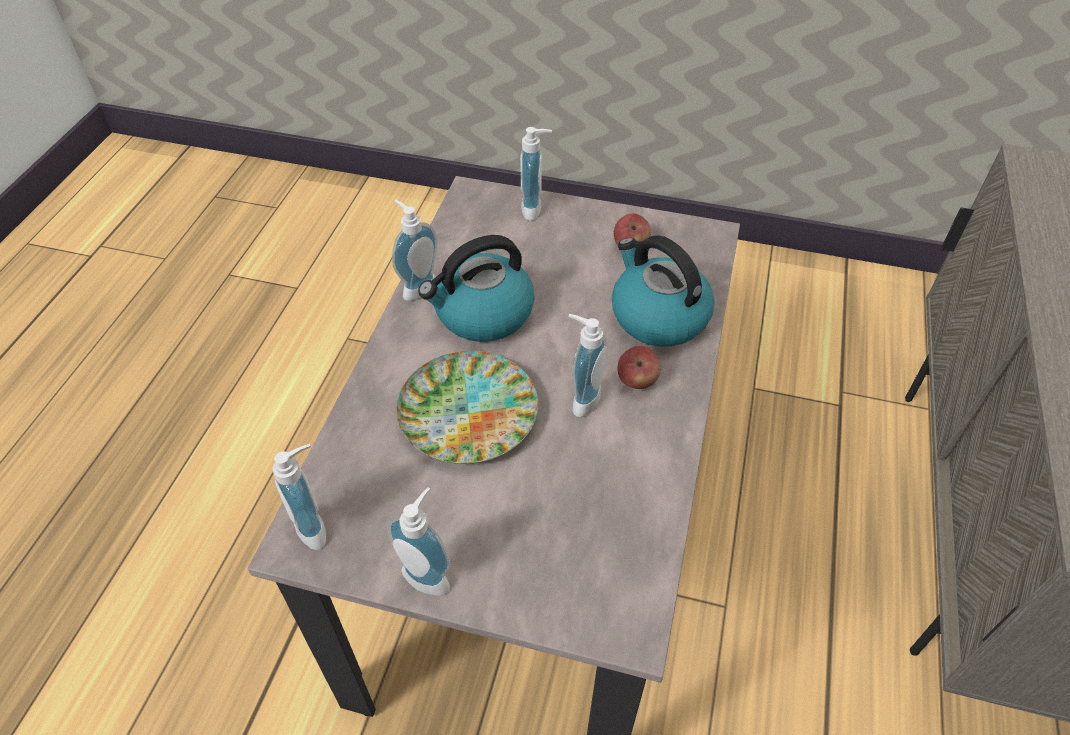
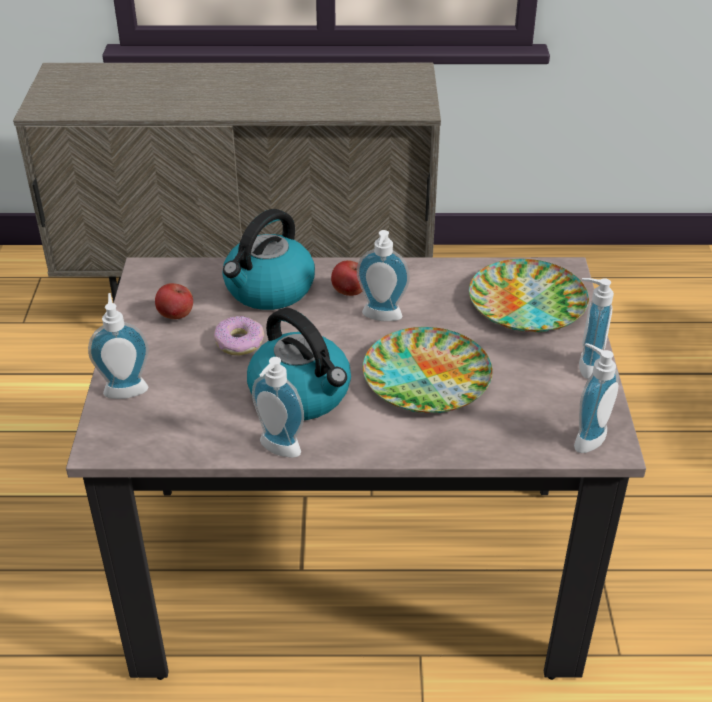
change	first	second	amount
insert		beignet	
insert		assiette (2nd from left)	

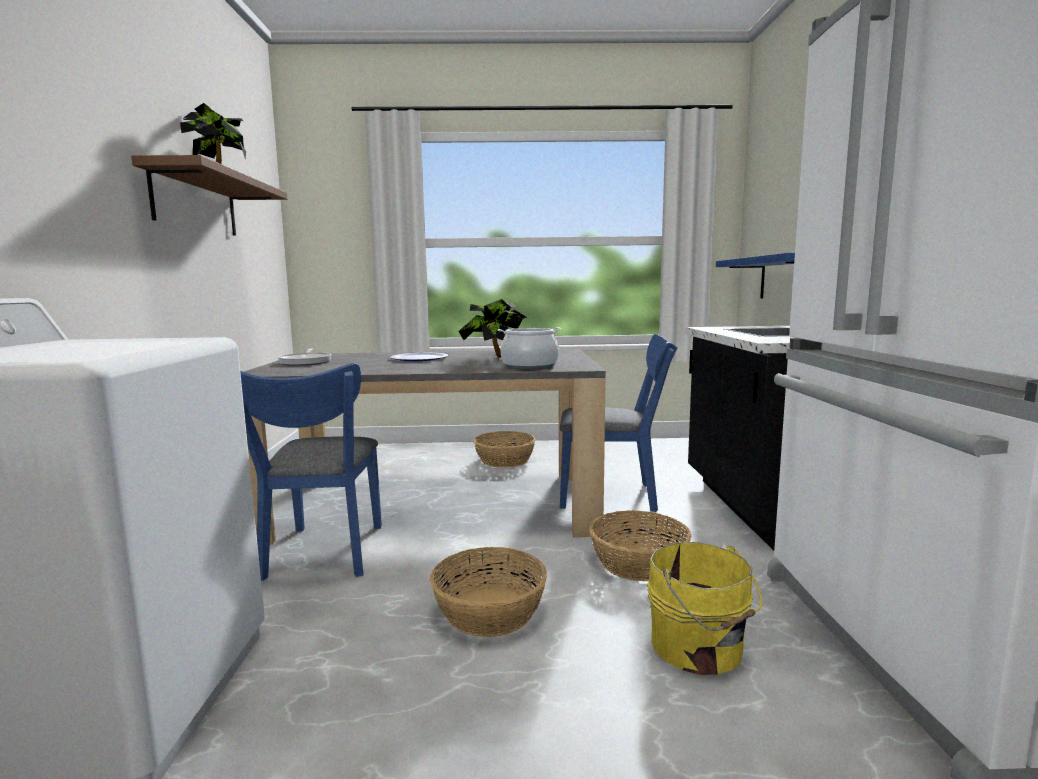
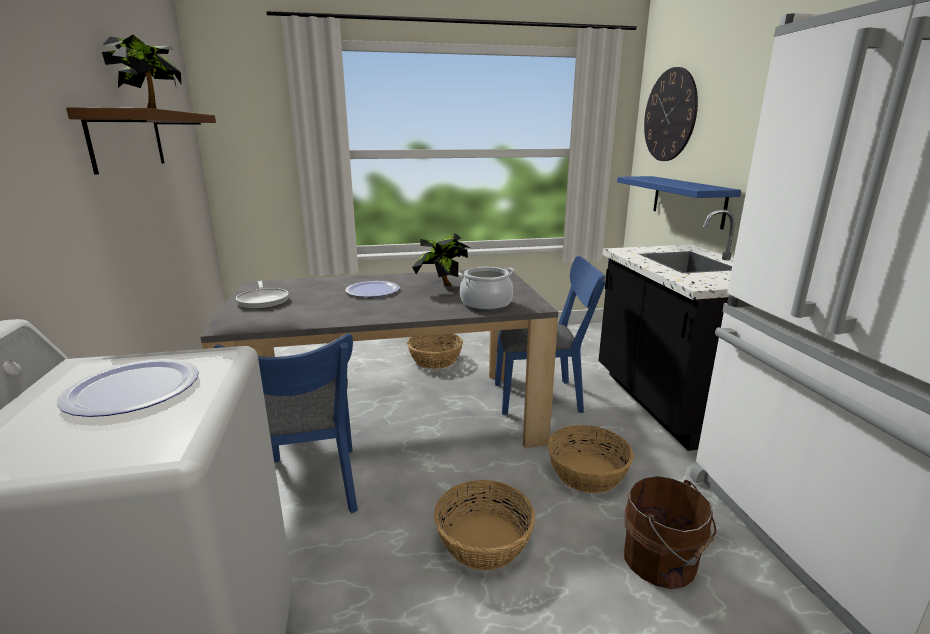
change	first	second	amount
recolor	seau (jaune)	seau (marron)	
insert		assiette (1st from left)	
insert		horloge murale	

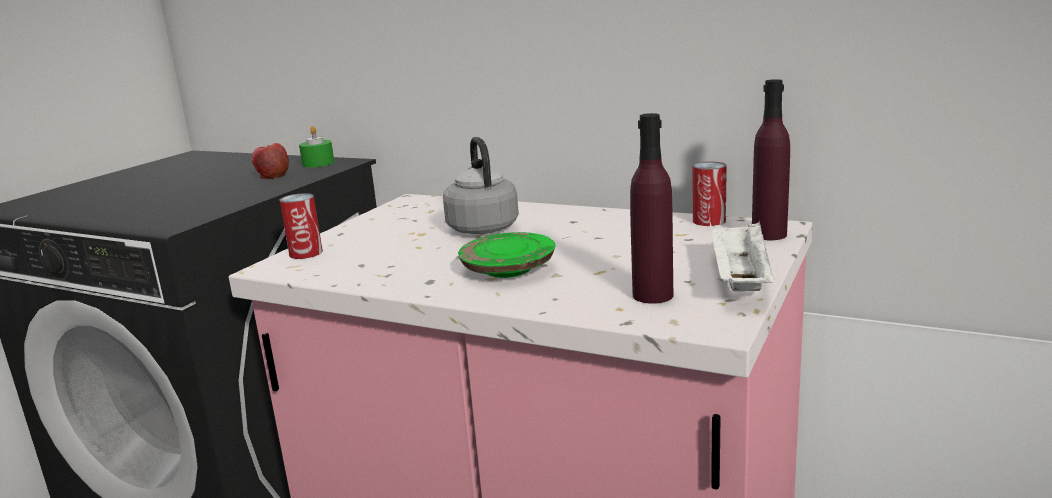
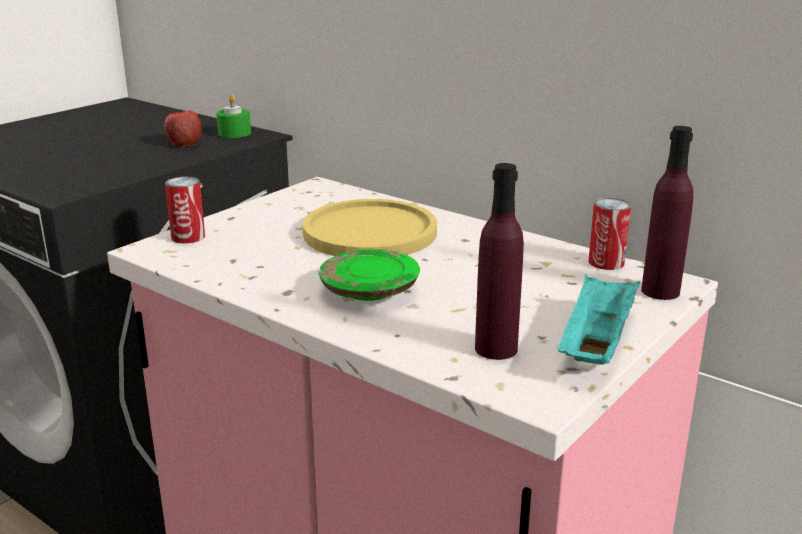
change	first	second	amount
replace	bouilloire (gris)	assiette (jaune)	
recolor	plateau (blanc)	plateau (turquoise)	

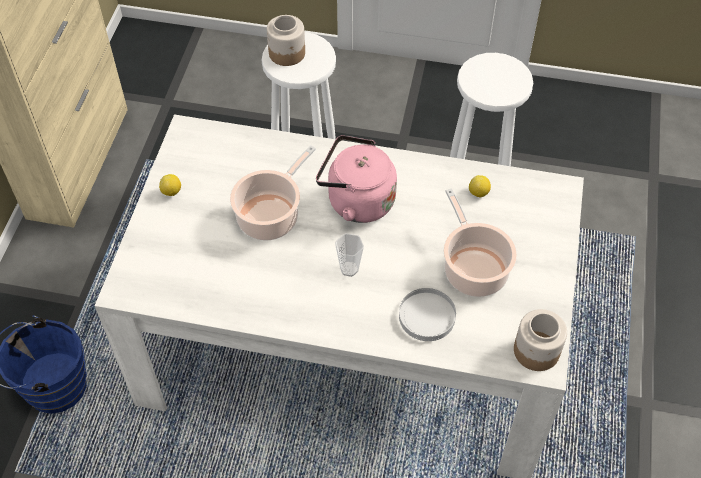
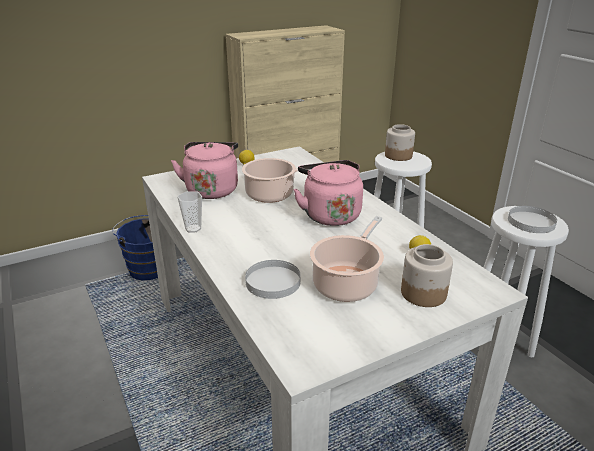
change	first	second	amount
move	tasse		
move	bocal (2nd from left)		
insert		bouilloire (rose) (1st from left)	
insert		assiette (blanc) (2nd from left)	

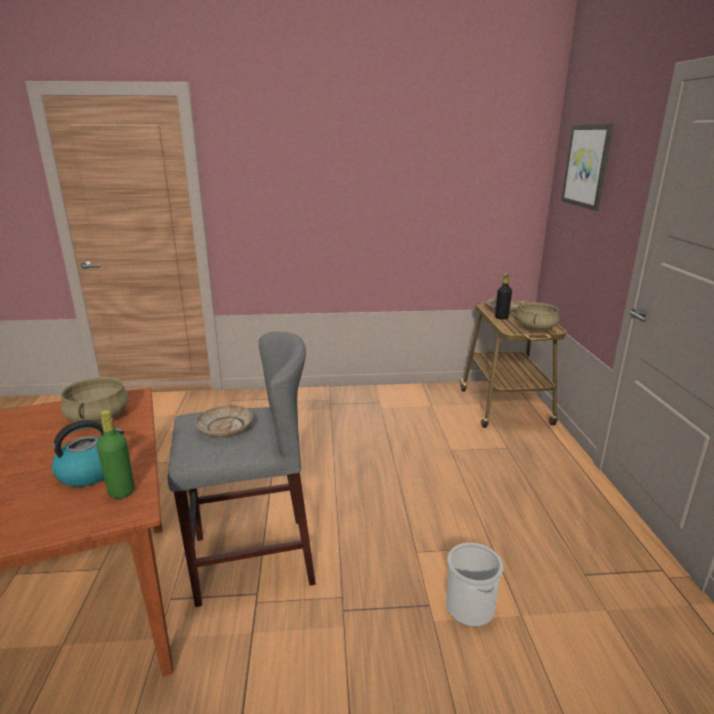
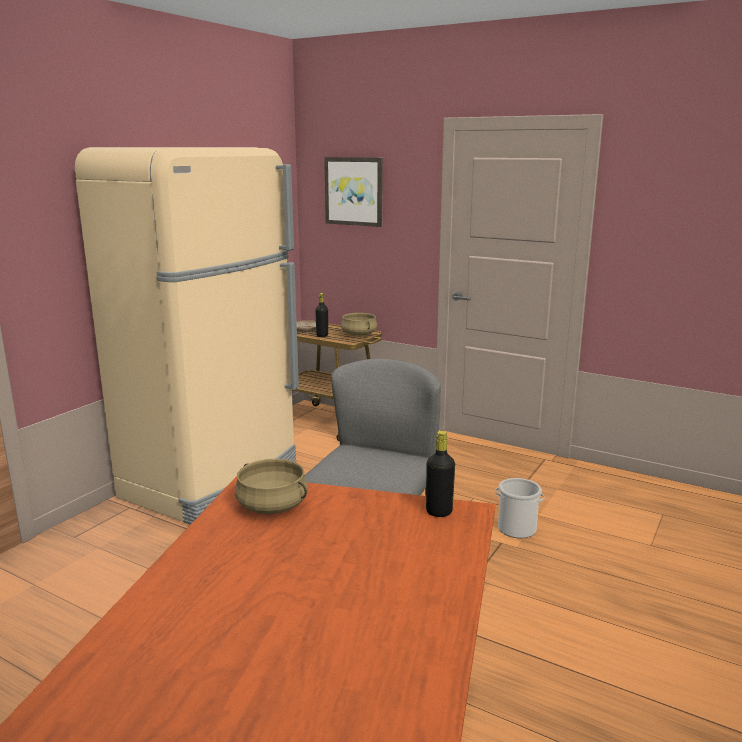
change	first	second	amount
delete	bouilloire		
recolor	bouteille (vert)	bouteille (noir) (2nd from left)	
delete	assiette (beige) (1st from left)		
insert		réfrigérateur (beige)	

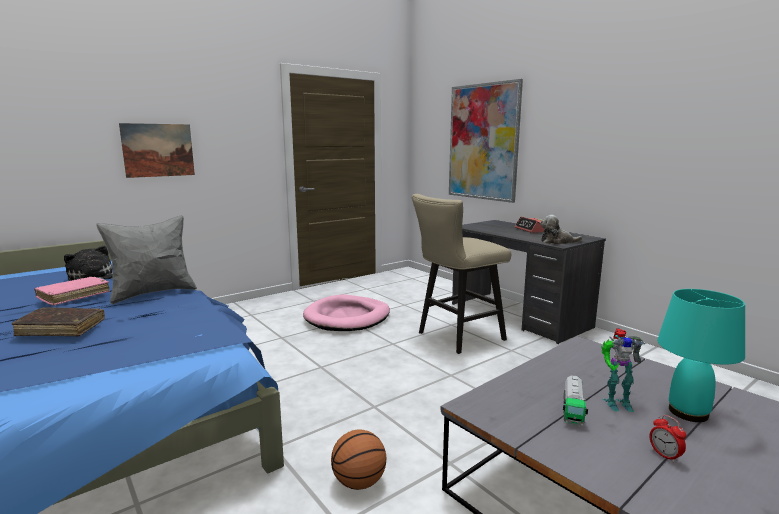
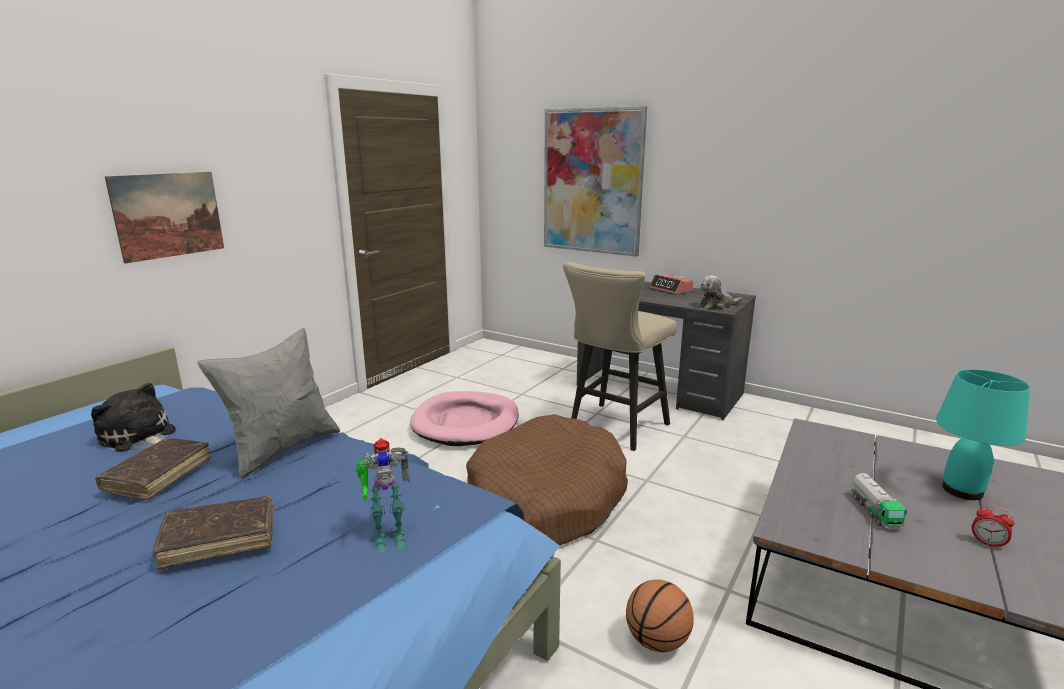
change	first	second	amount
recolor	livre (rose)	livre (marron) (1st from left)	
move	robot jouet		
insert		panier pour chien (marron)	

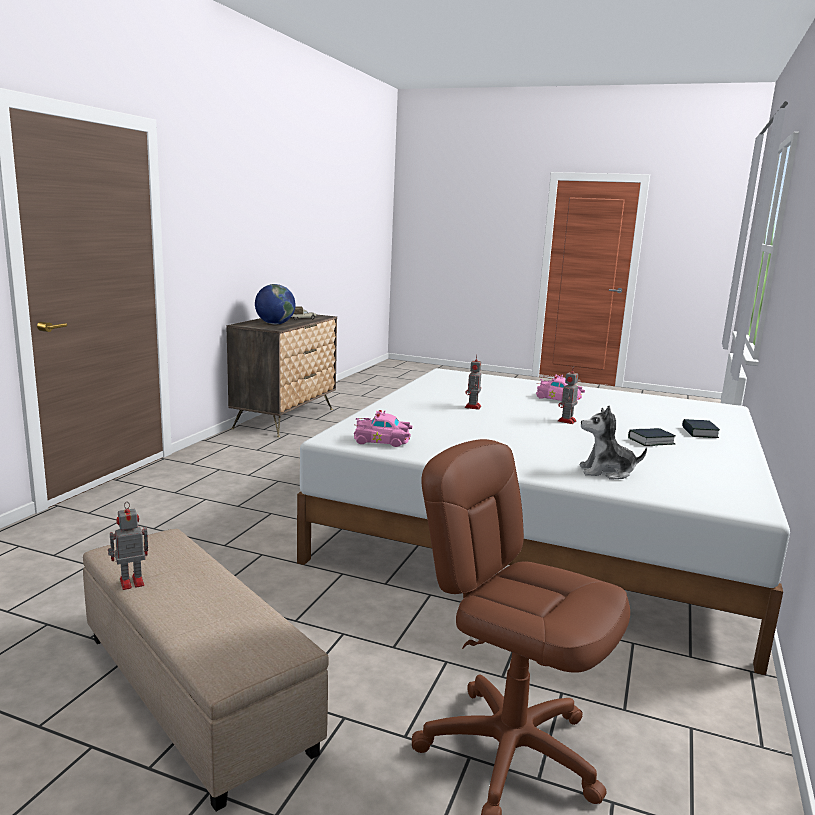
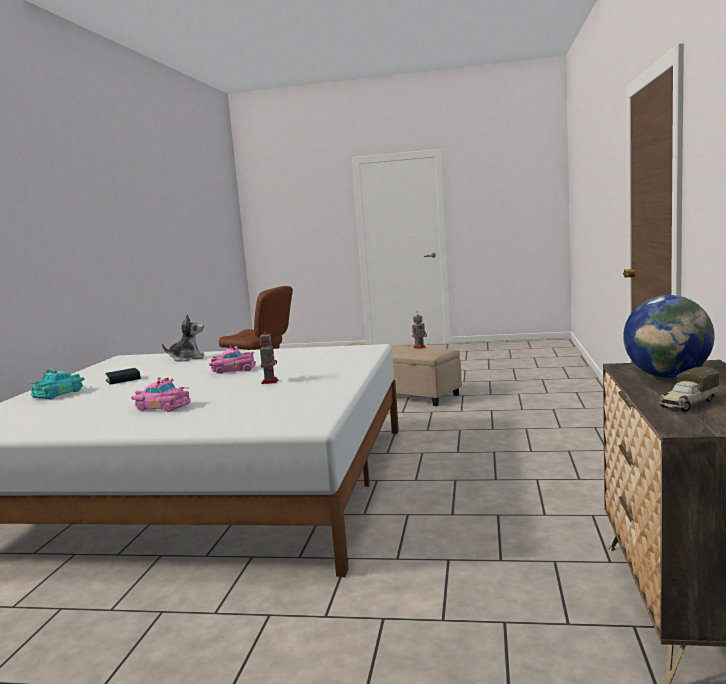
change	first	second	amount
move	petite voiture (rose) (1st from left in the first image)	petite voiture (rose) (2nd from left)	
delete	robot jouet (3rd from left)		
replace	livre (2nd from left)	petite voiture (turquoise)	

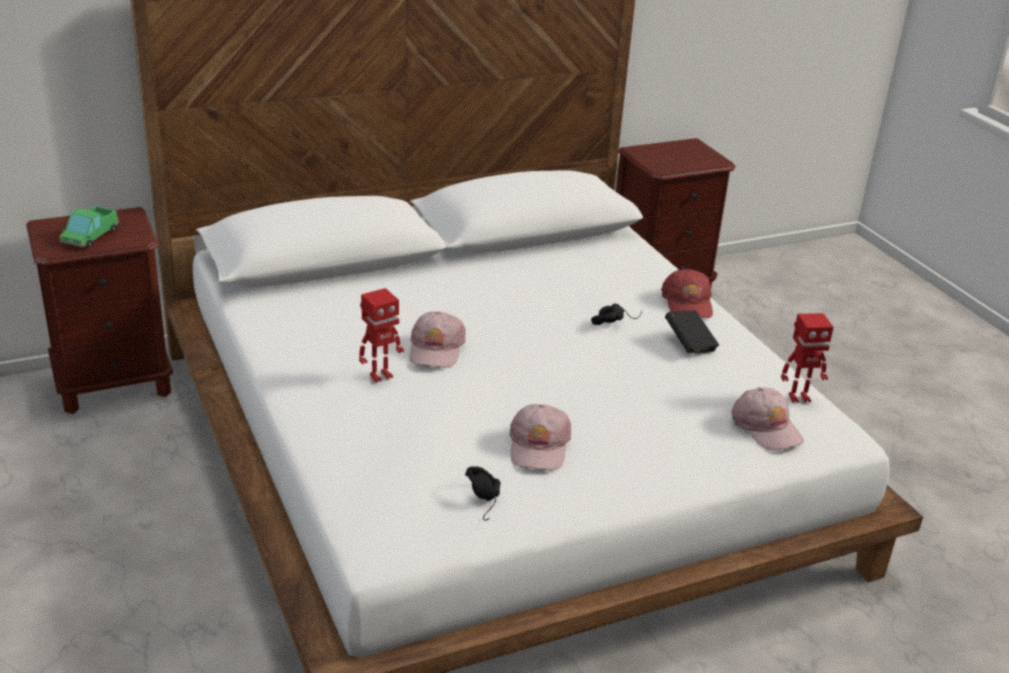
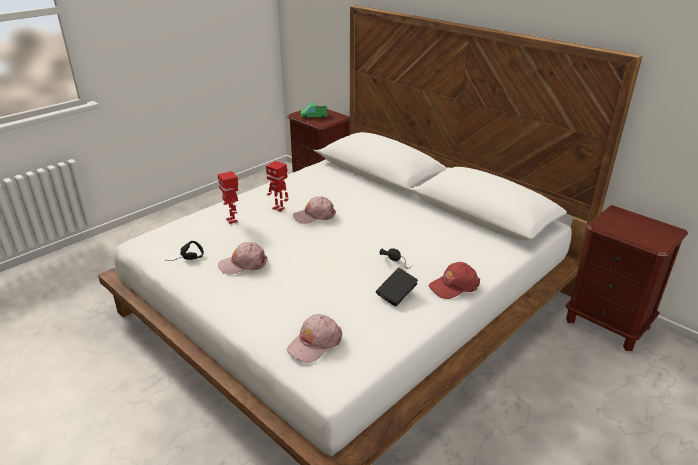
change	first	second	amount
move	robot jouet (2nd from left in the first image)	robot jouet (1st from left)	

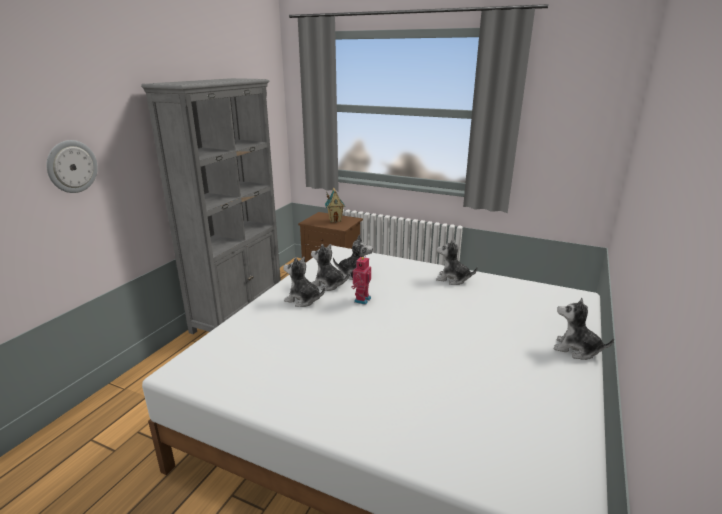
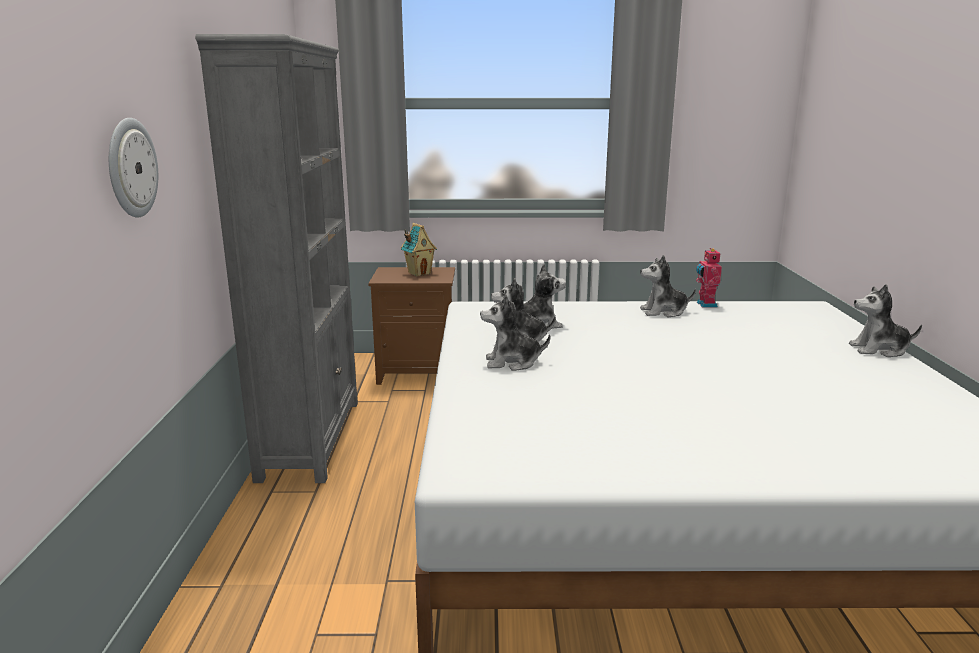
change	first	second	amount
move	robot jouet		

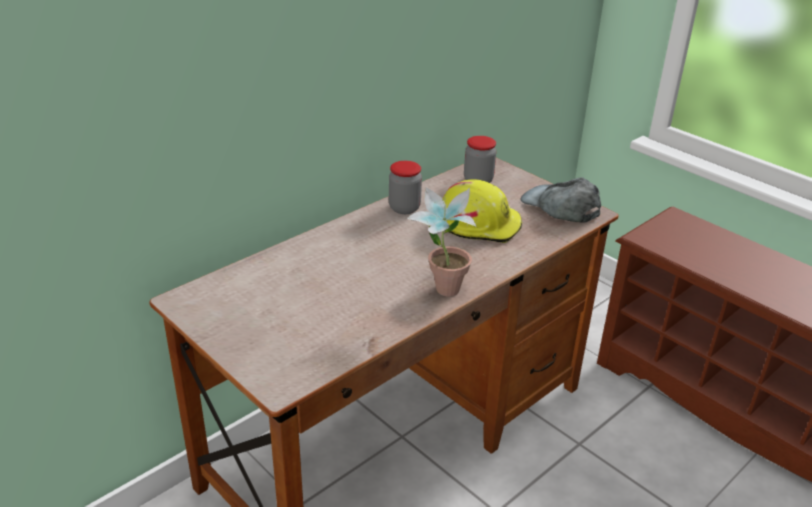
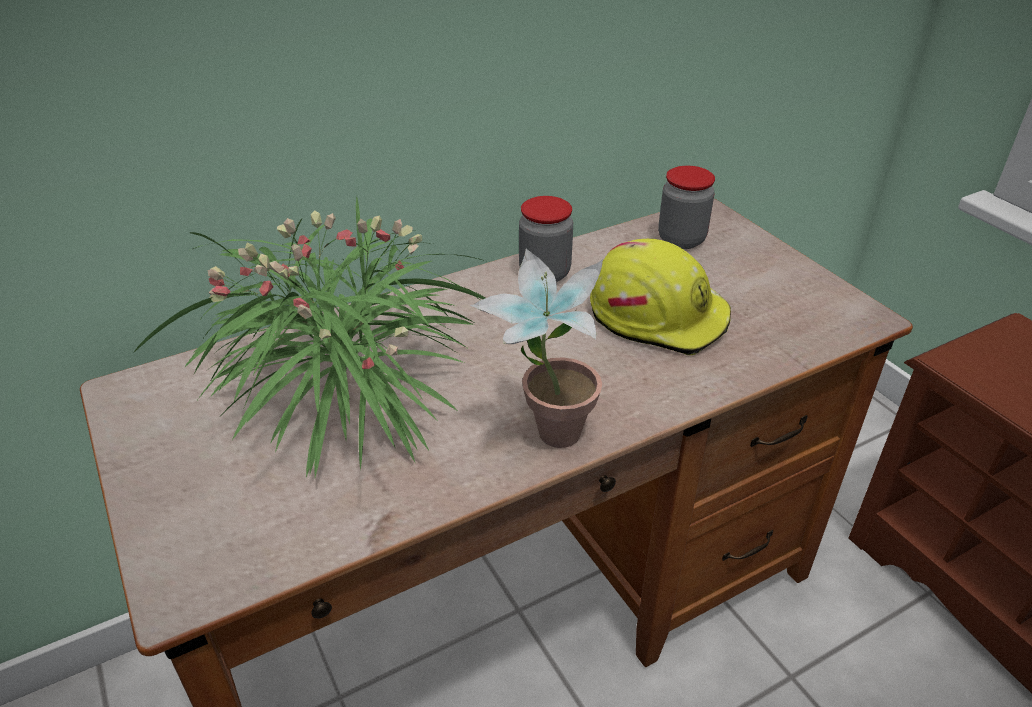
change	first	second	amount
delete	casquette (gris)		
insert		plante en pot (1st from left)	

